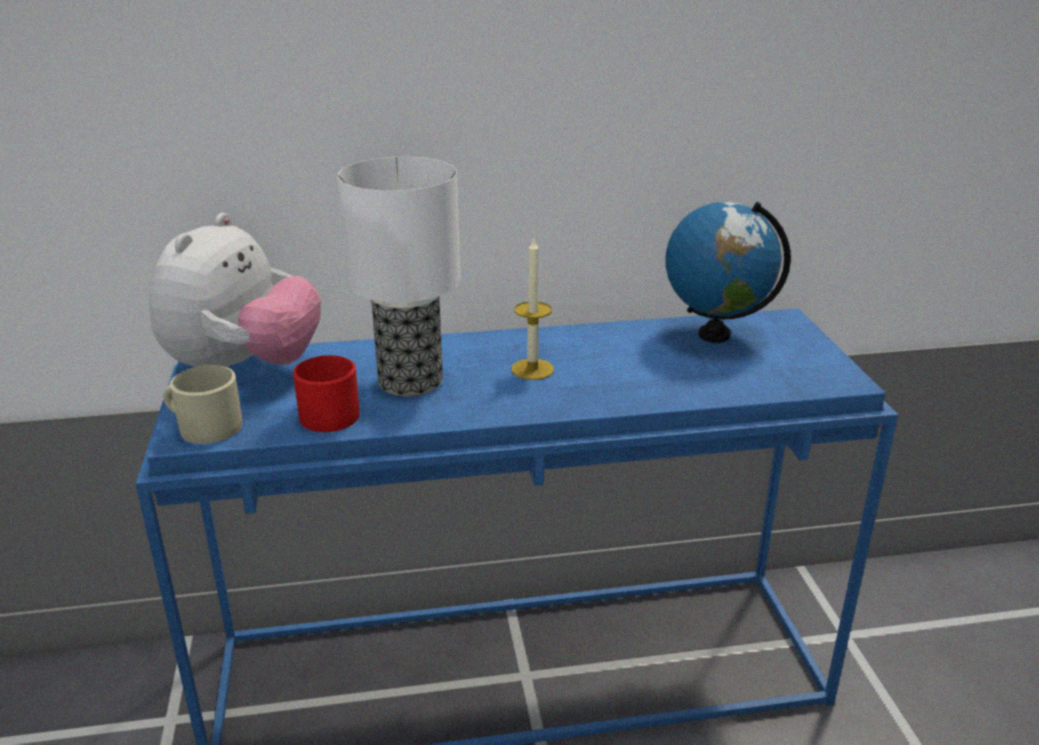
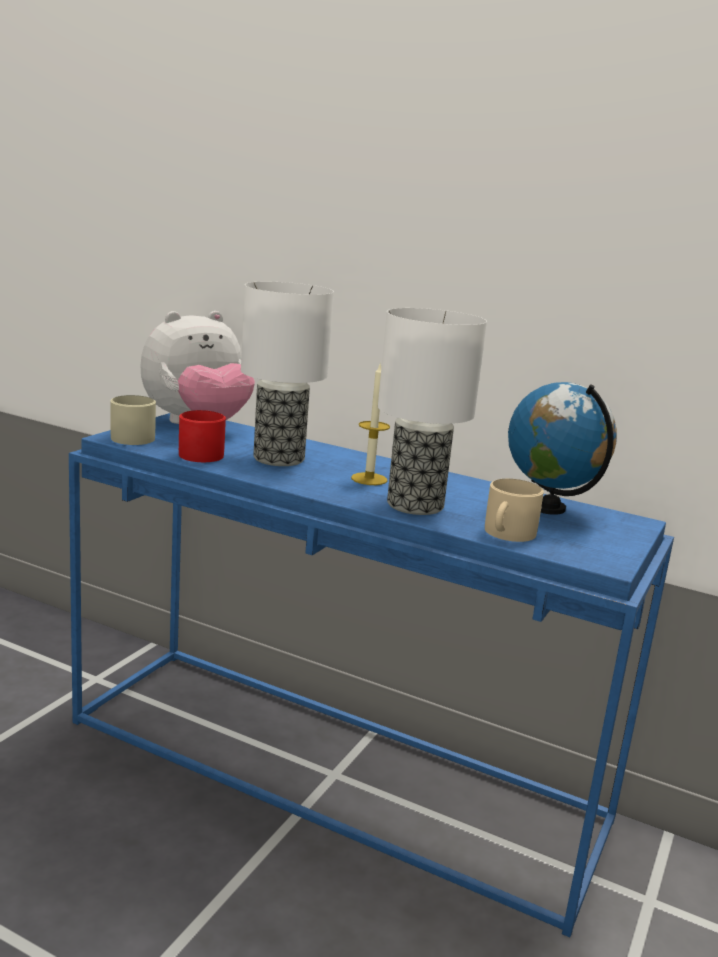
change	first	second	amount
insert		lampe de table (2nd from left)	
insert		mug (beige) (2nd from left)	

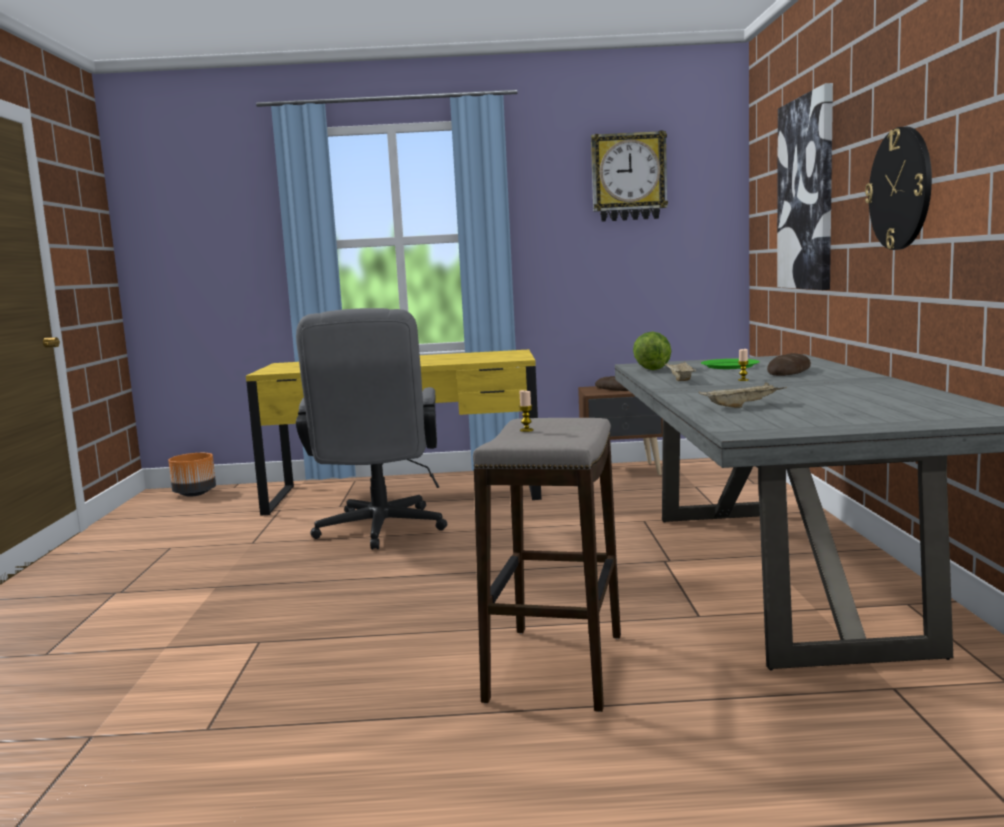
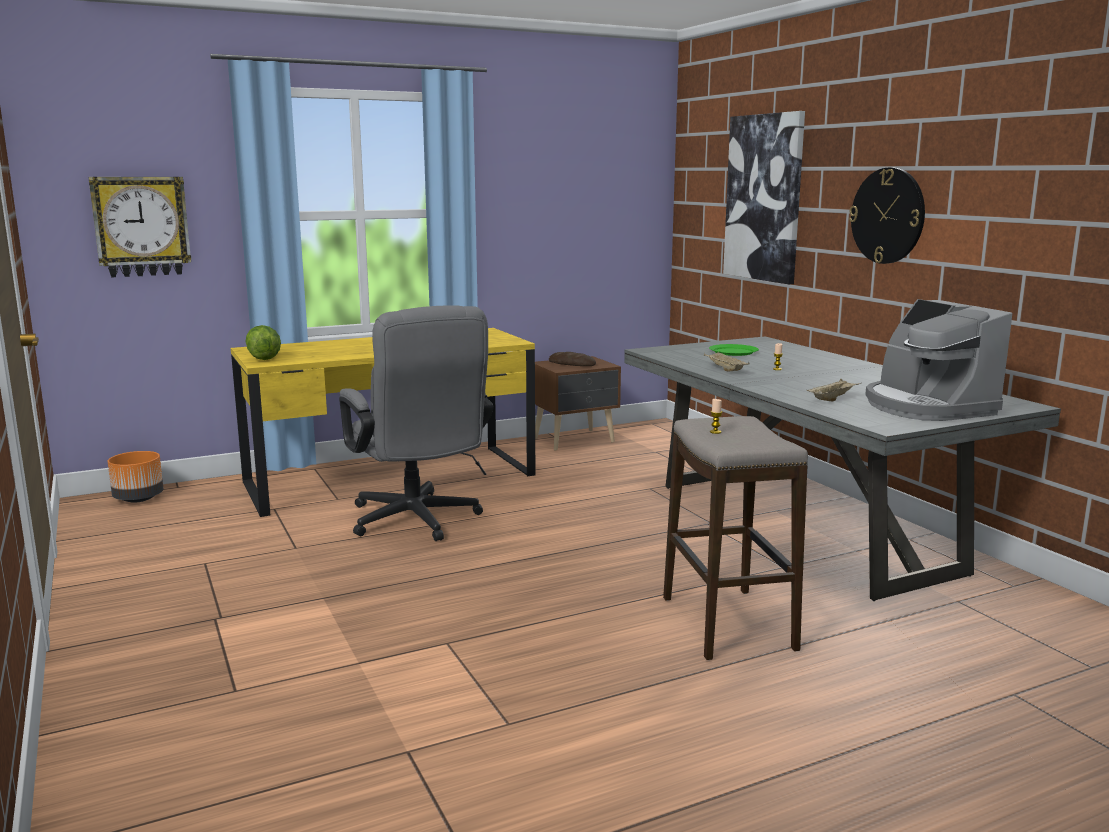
change	first	second	amount
move	horloge murale (1st from left)		
move	laitue		
delete	pain (2nd from left)		
insert		machine à café	

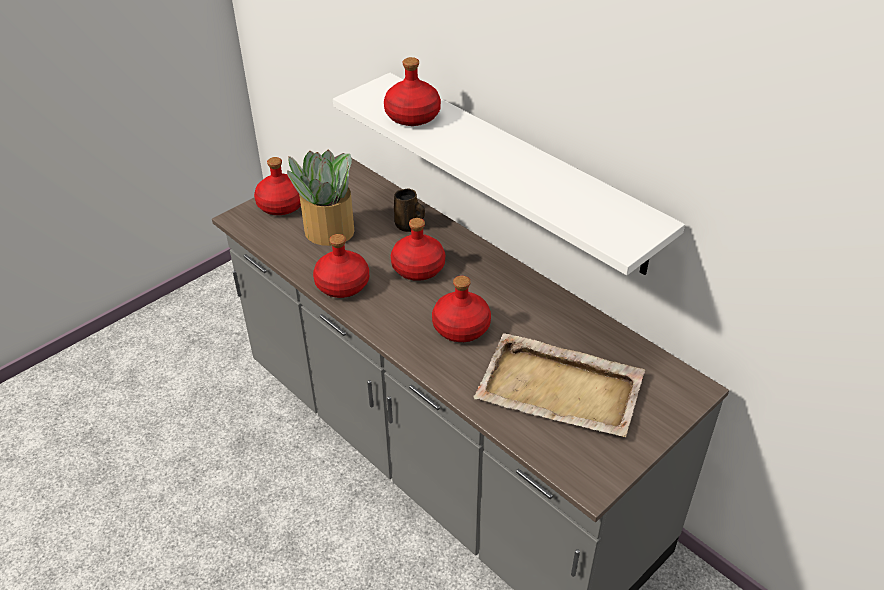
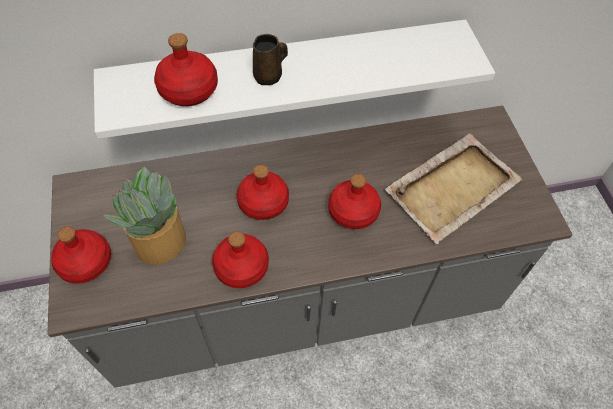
change	first	second	amount
move	mug (marron)		

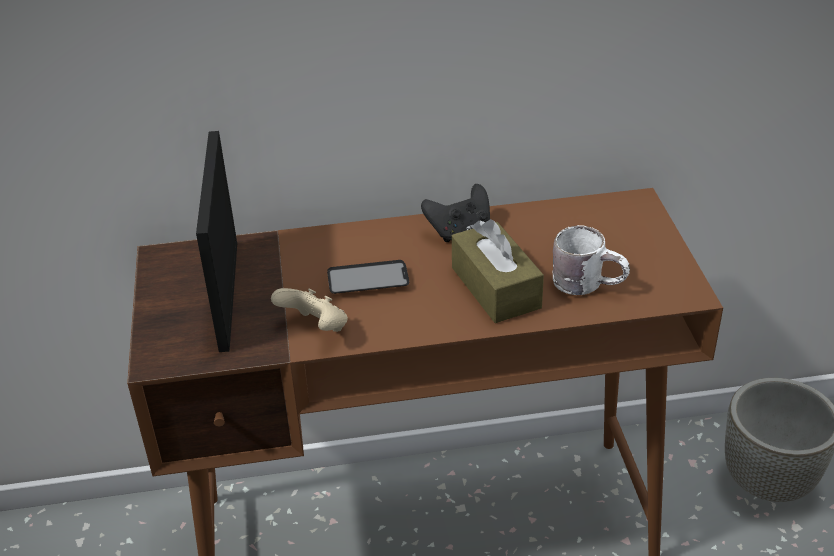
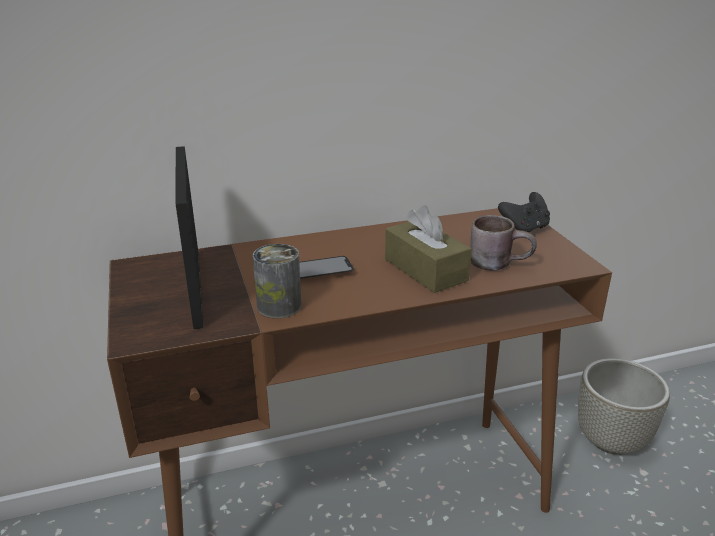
change	first	second	amount
replace	manette (beige)	boîte métallique	
move	manette (noir)		
recolor	mug (blanc)	mug (marron)	

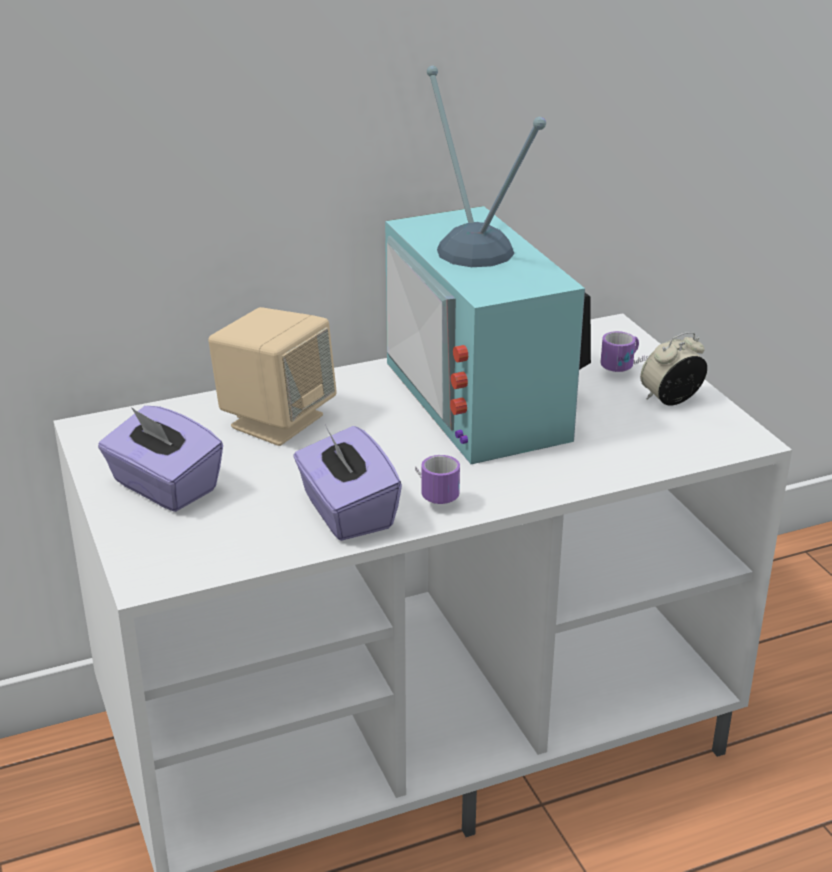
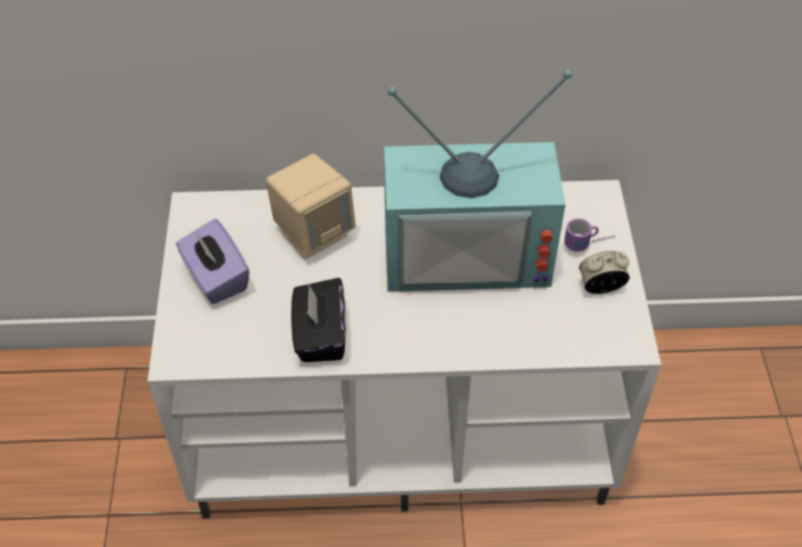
change	first	second	amount
recolor	boîte à mouchoirs (violet) (2nd from left)	boîte à mouchoirs (noir)	
rotate	téléviseur		90 degrees counterclockwise
delete	mug (1st from left)		

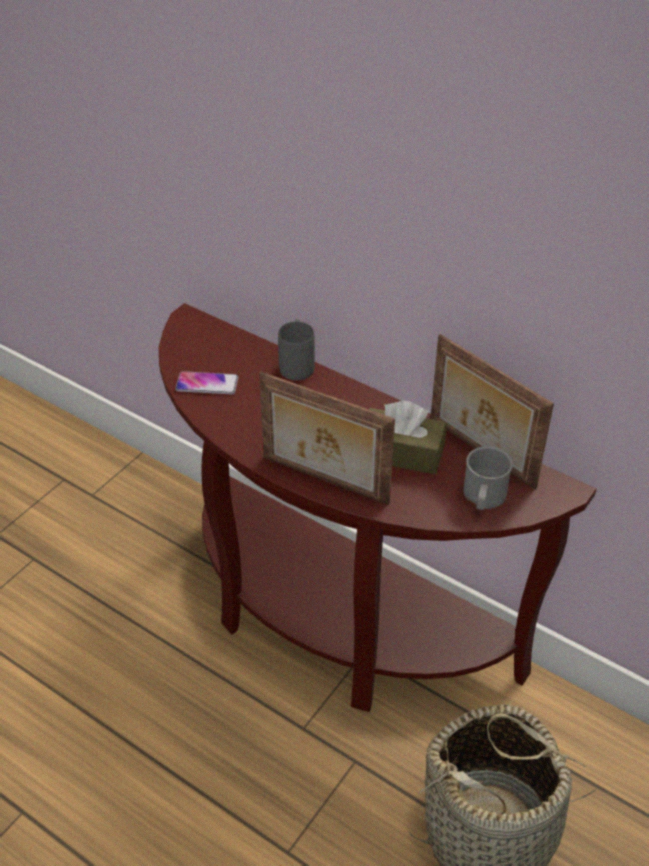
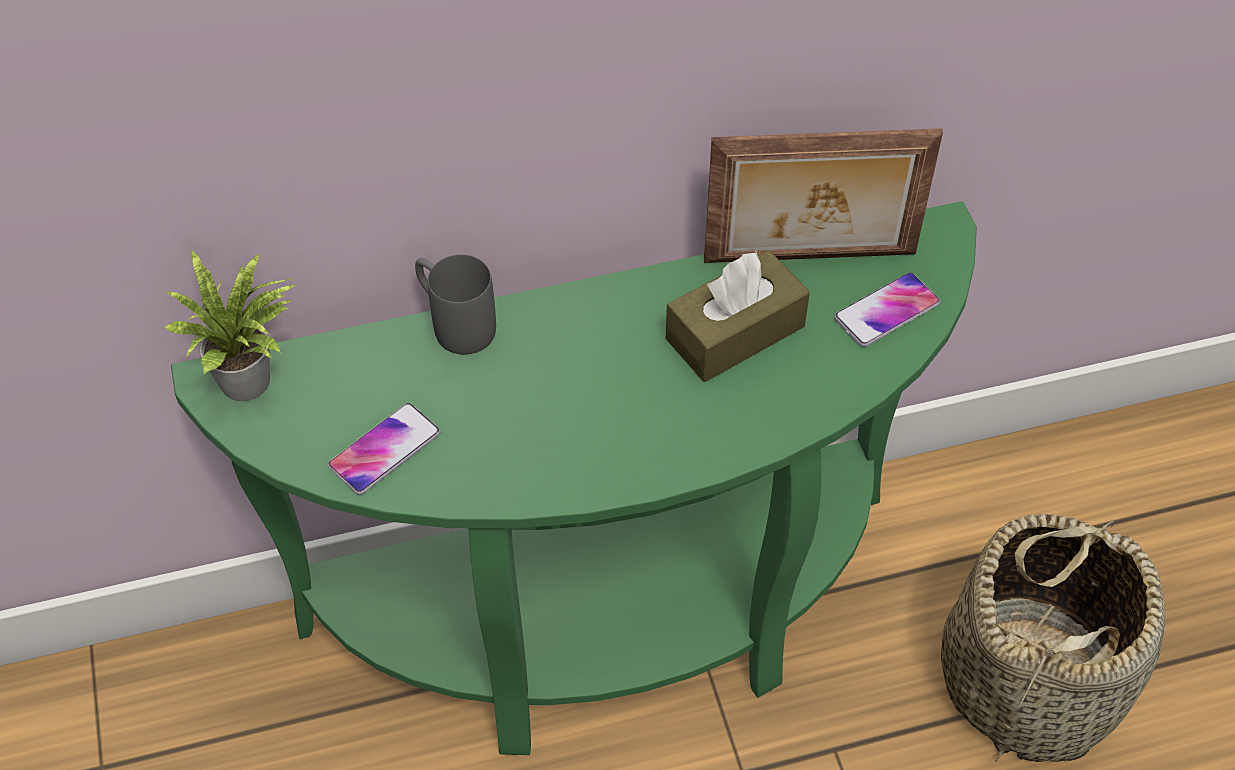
change	first	second	amount
recolor	table console (marron)	table console (vert)	
delete	cadre photo (1st from left)		
replace	mug (gris) (2nd from left)	téléphone (2nd from left)	
insert		plante en pot	

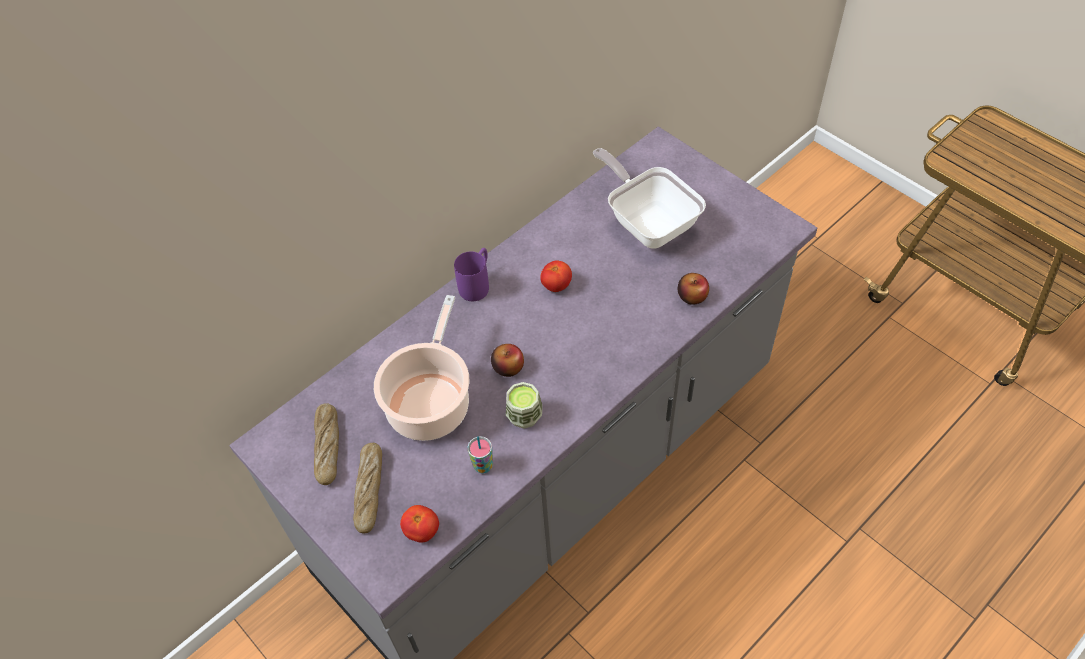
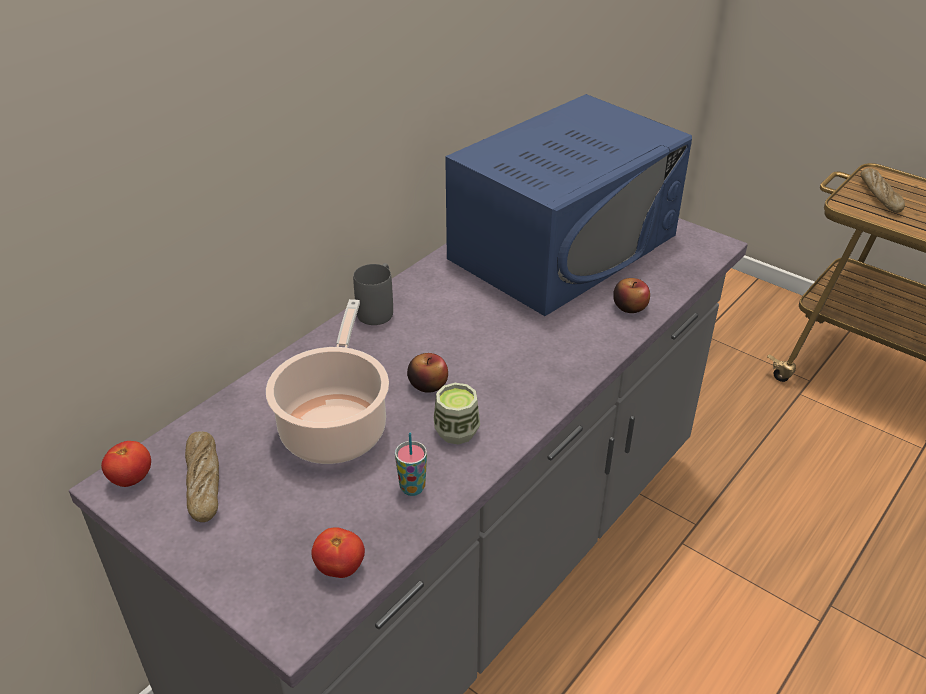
change	first	second	amount
move	pain (2nd from left)		
recolor	mug (violet)	mug (gris)	
move	tomate (2nd from left in the first image)	tomate (1st from left)	
replace	poêle	micro-ondes (bleu)	

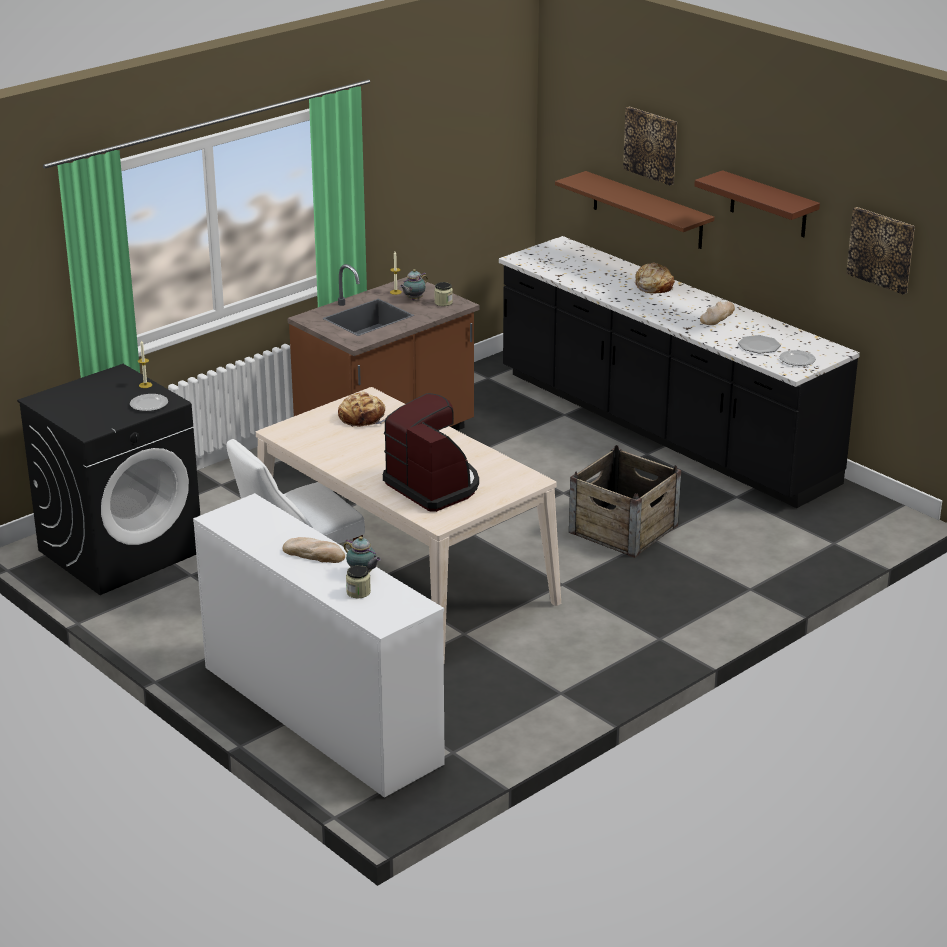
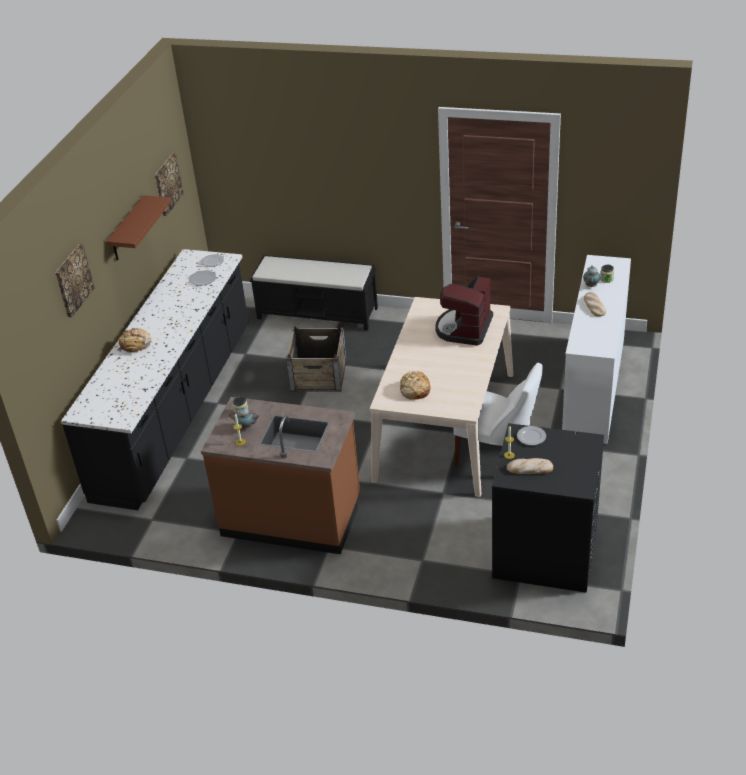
change	first	second	amount
delete	étagère (marron) (1st from left)		
move	pain (4th from left in the first image)	pain (3rd from left)	
insert		banc (noir)	

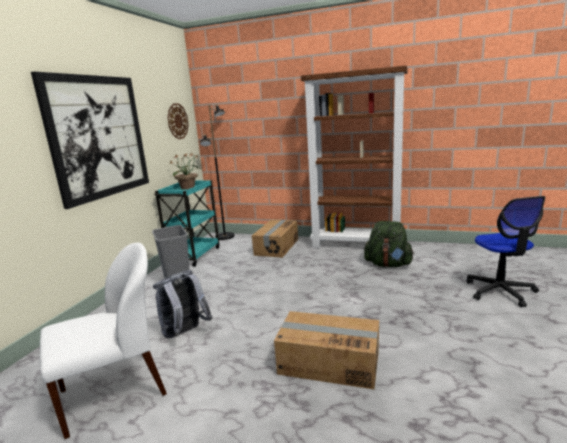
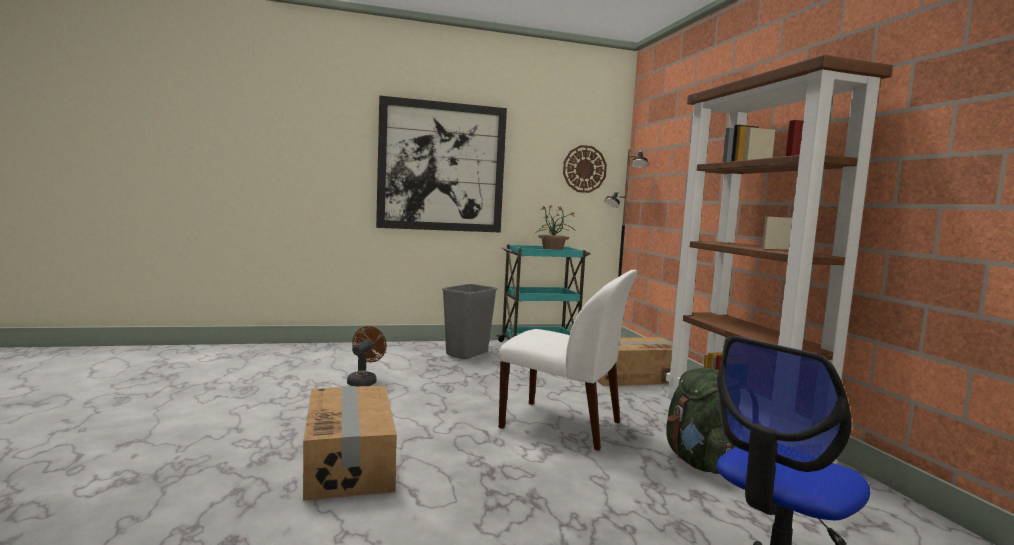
change	first	second	amount
move	chaise (blanc)		
replace	sac à dos (gris)	ventilateur (marron)	

